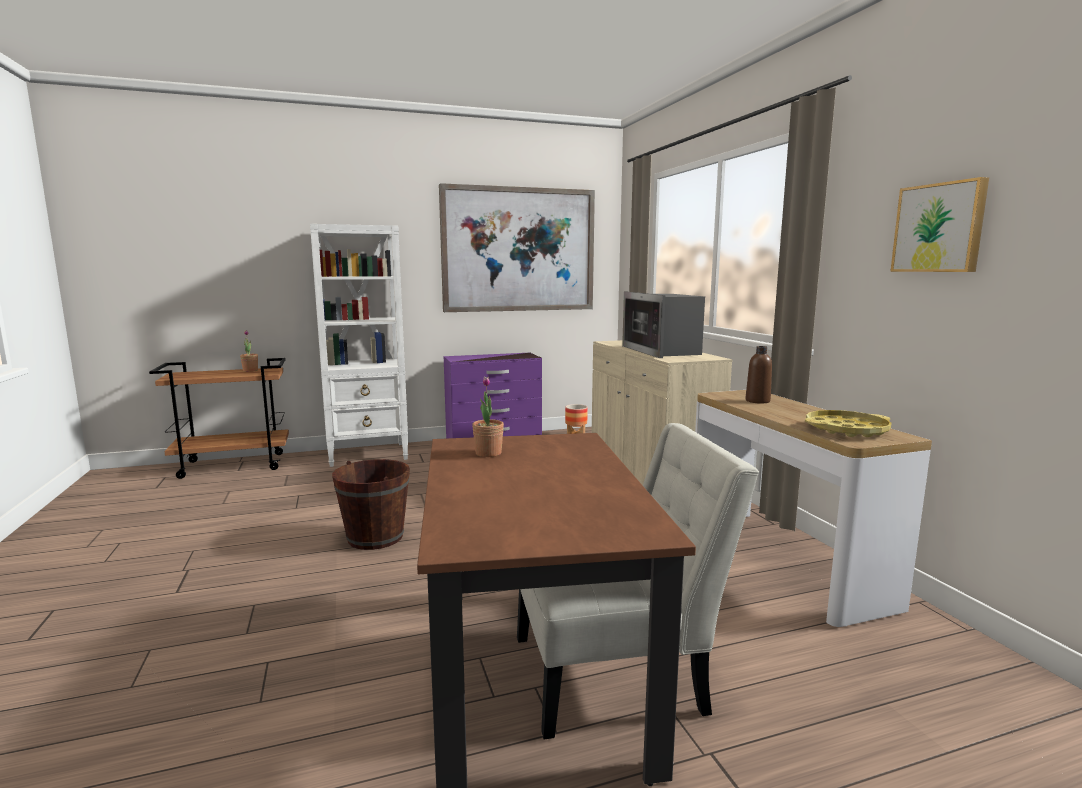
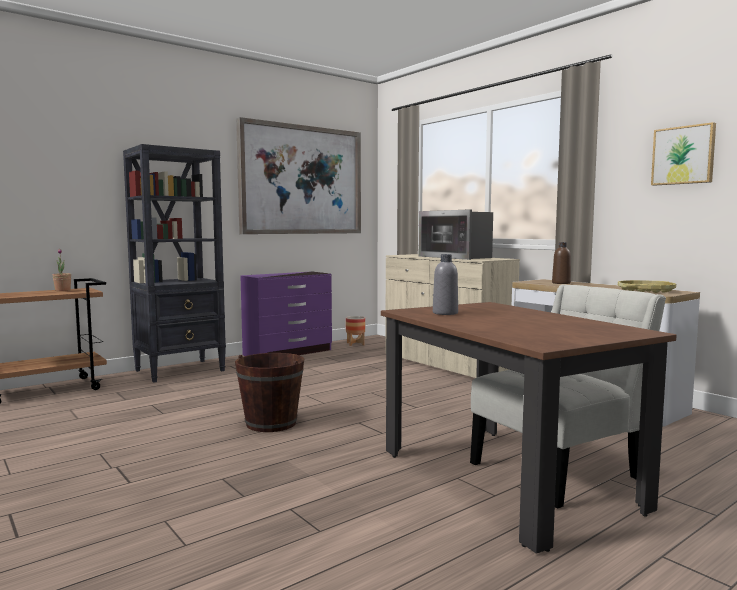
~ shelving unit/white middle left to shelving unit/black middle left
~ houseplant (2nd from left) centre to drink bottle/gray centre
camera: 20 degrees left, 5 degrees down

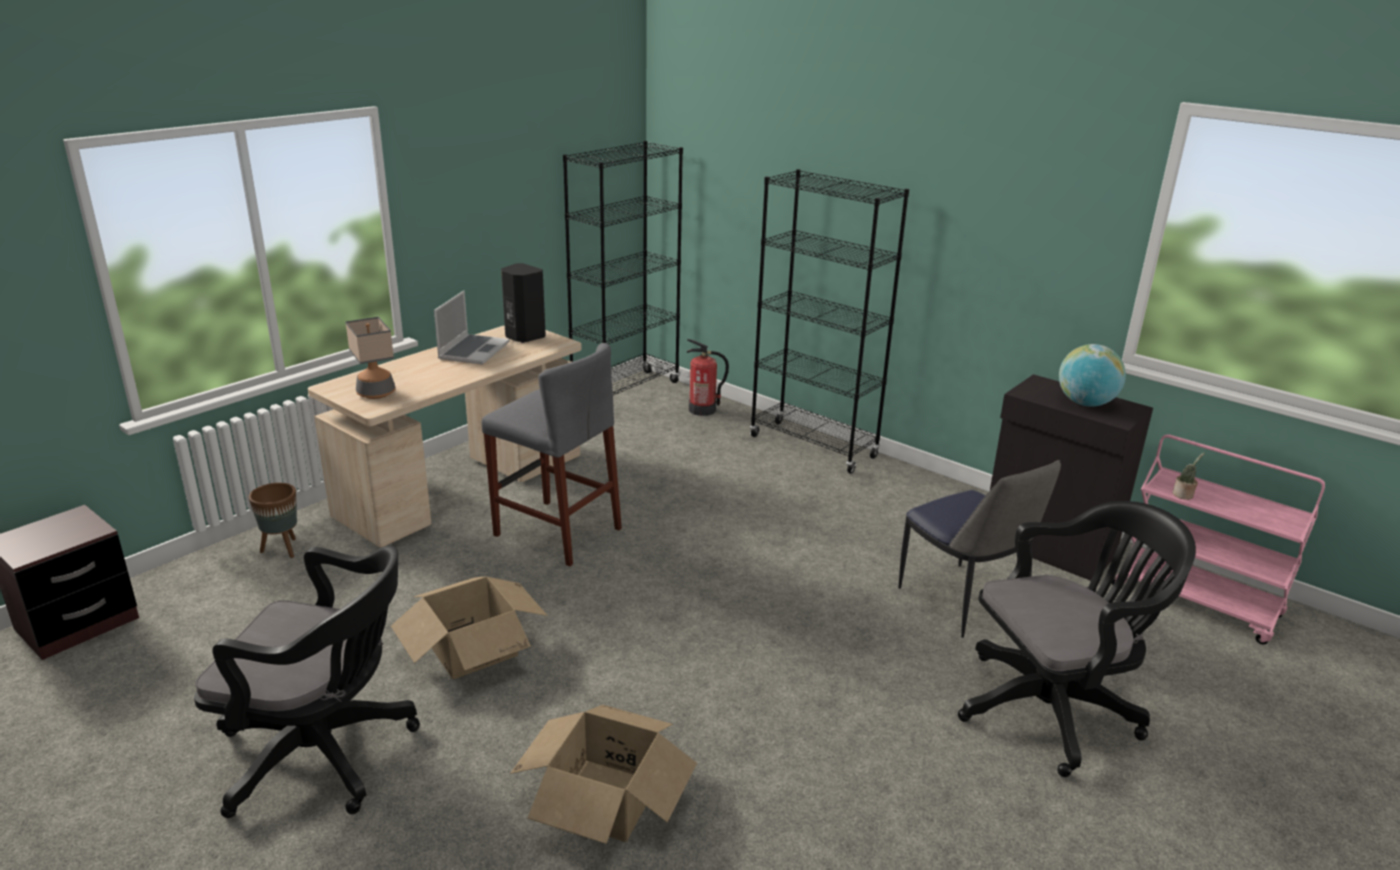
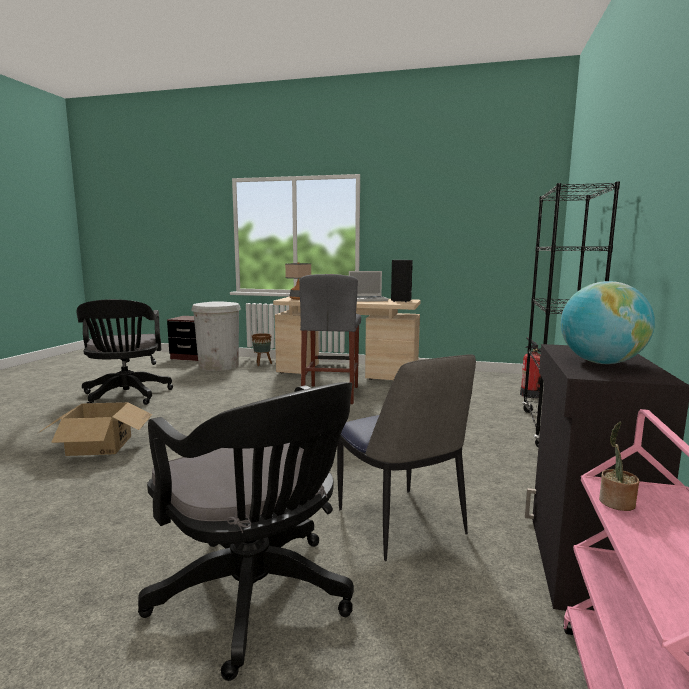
+ trash can/white middle left
~ plain chair middle right = centre 60 degrees counterclockwise
- cardboard box (1st from left) bottom centre
- shelving unit/black (1st from left) top centre
camera: 65 degrees right, 15 degrees down

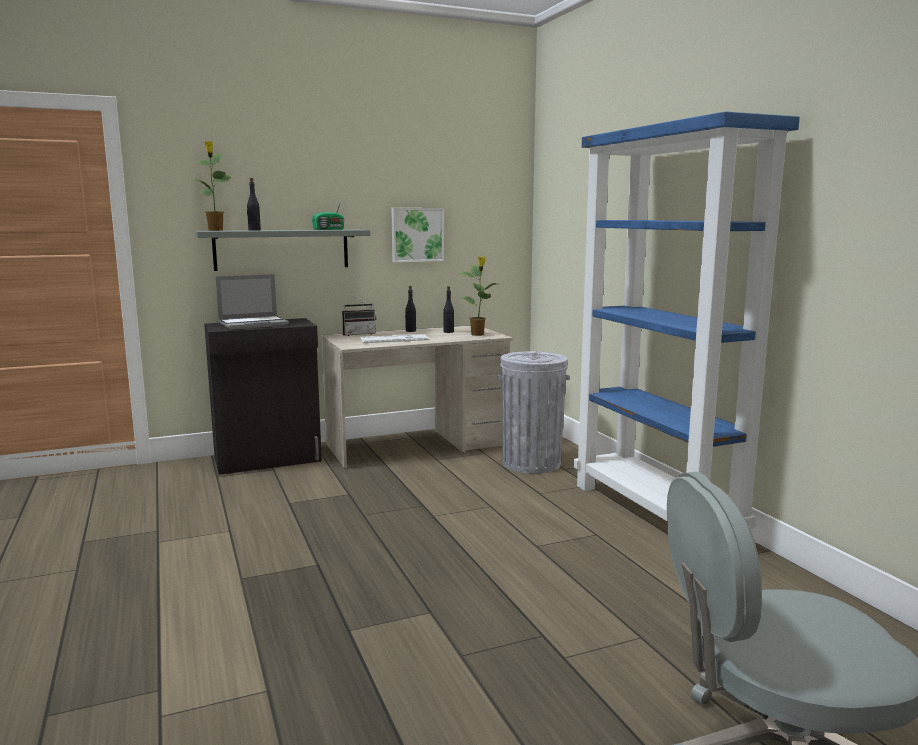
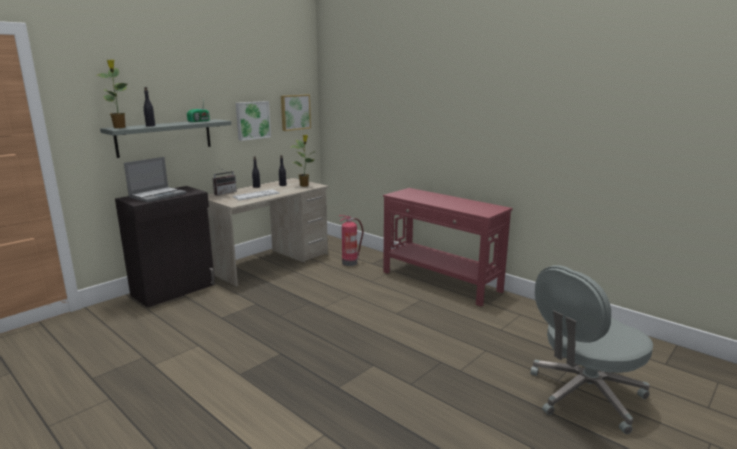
+ wall picture (2nd from left) top centre
~ trash can/gray centre to extinguisher centre
~ shelving unit/bluish middle right to hall table/reddish centre
camera: 25 degrees left, 5 degrees up

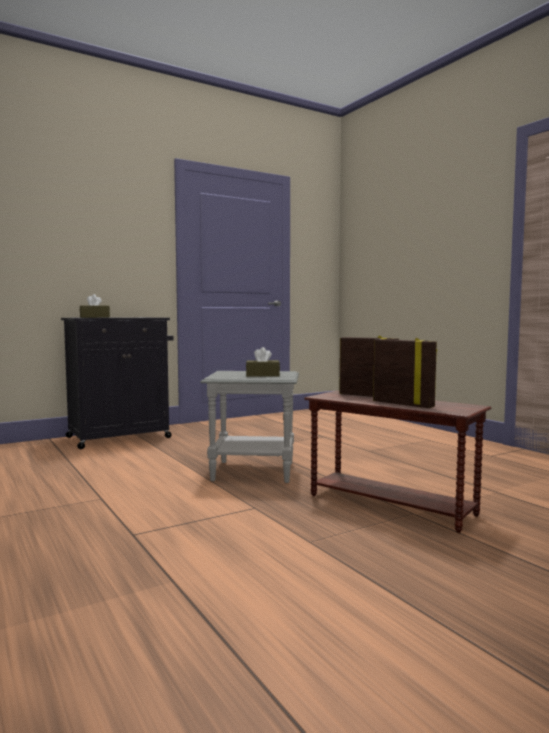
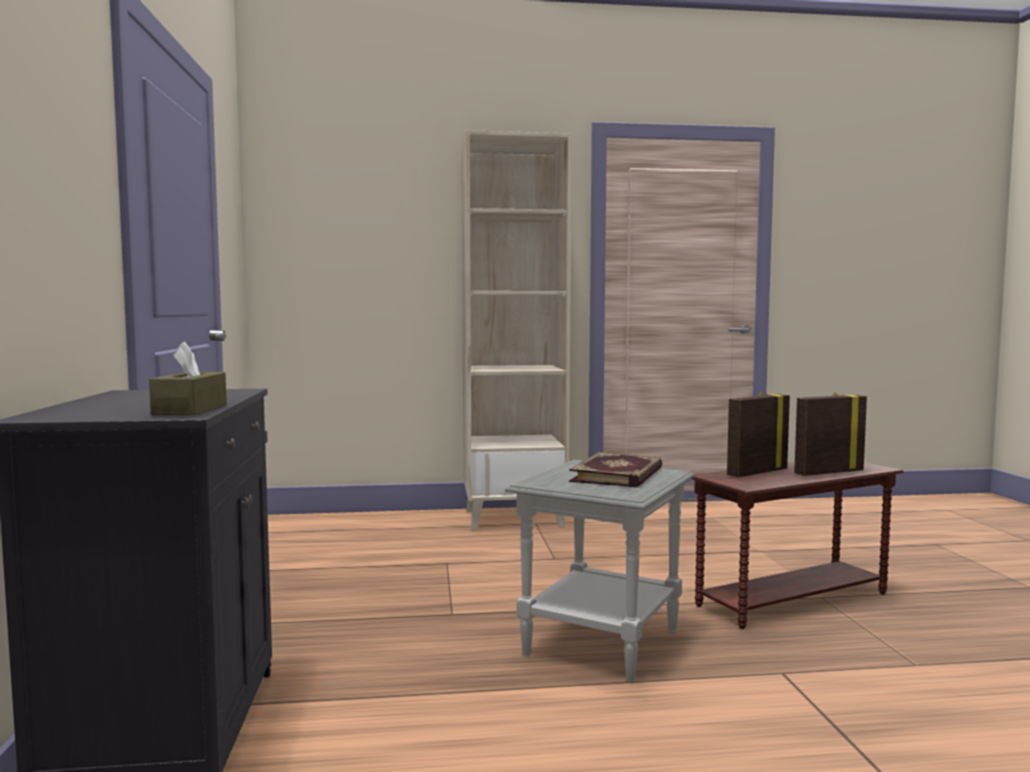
+ shelving unit/beige-coloured centre
~ tissue box/brown (2nd from left) centre to bound book centre
camera: 65 degrees left, 0 degrees up

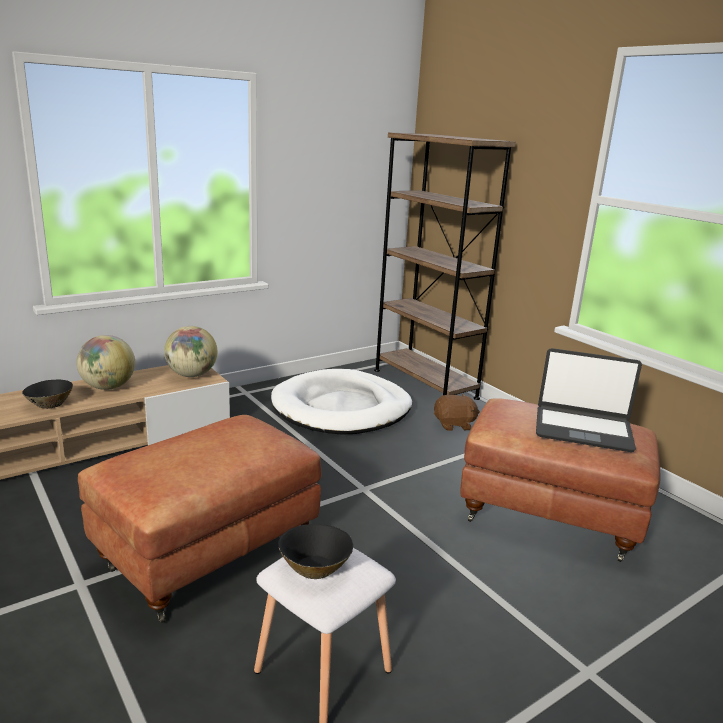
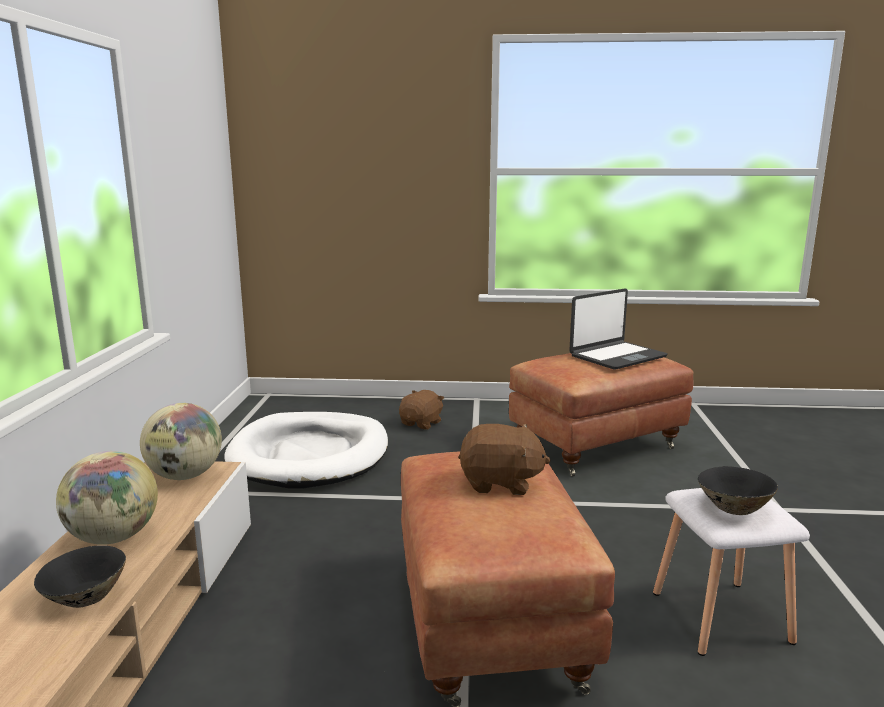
+ plush toy/brown (2nd from left) centre
- shelving unit/brown centre
camera: 50 degrees left, 5 degrees down

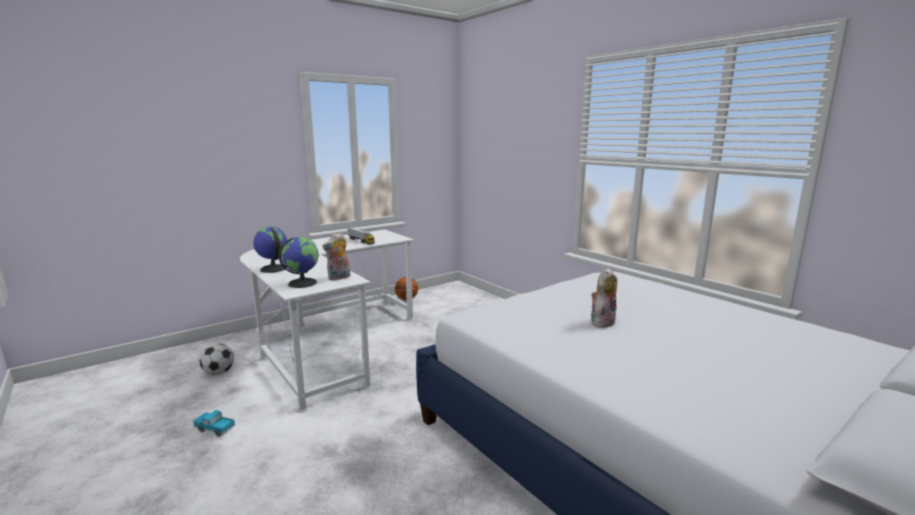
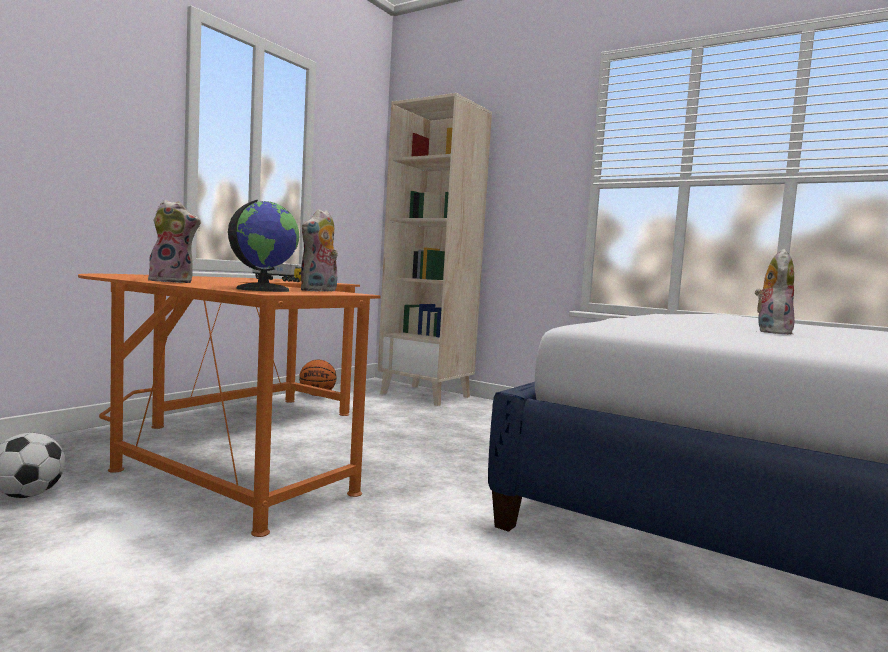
~ desk/white centre to desk/orange middle left
~ world globe (1st from left) middle left to plush toy (1st from left) middle left
+ shelving unit/beige-coloured centre
- toy lorry (1st from left) bottom left
camera: 20 degrees left, 10 degrees down

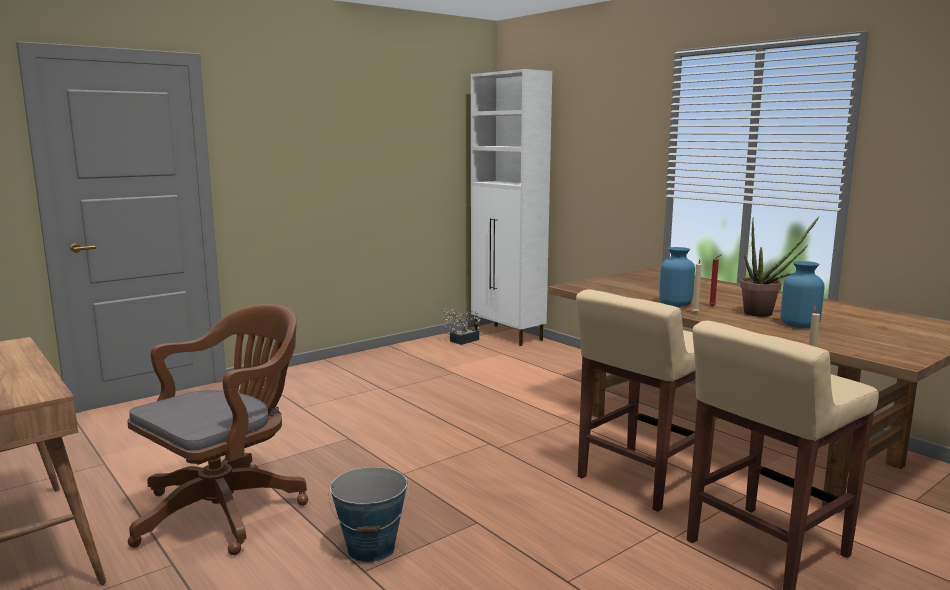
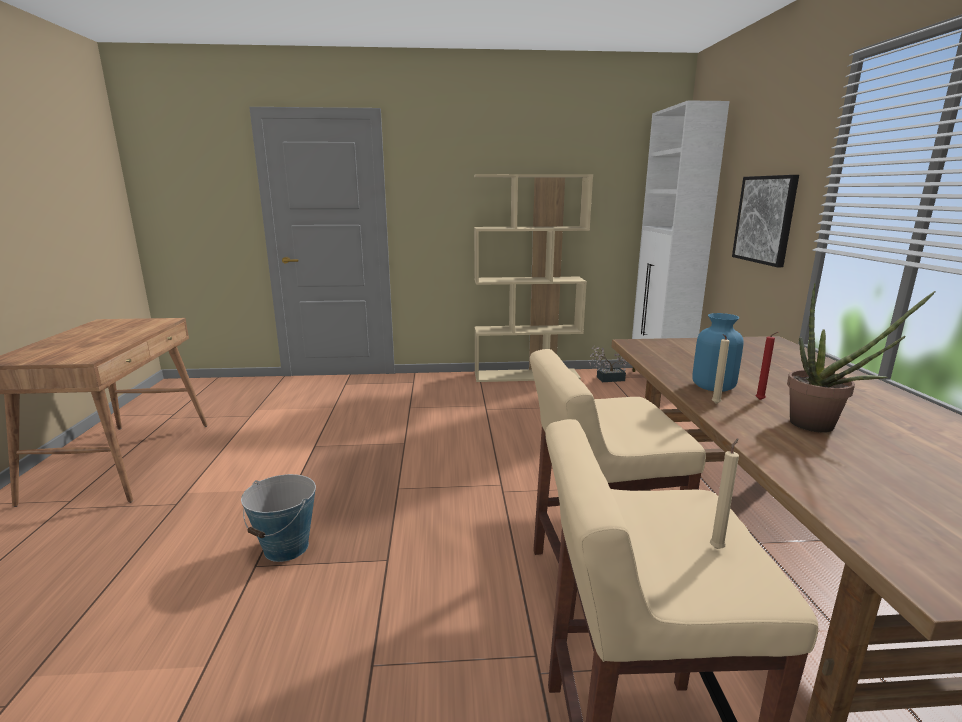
+ shelving unit/beige-coloured centre
+ wall picture top right
- computer chair/brown bottom left
- vase/bluish (2nd from left) middle right
camera: 35 degrees right, 5 degrees up

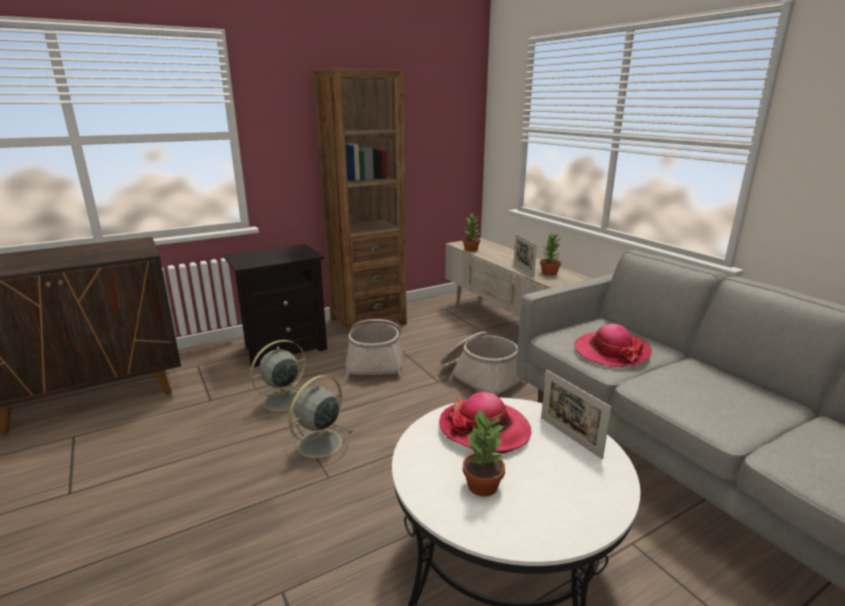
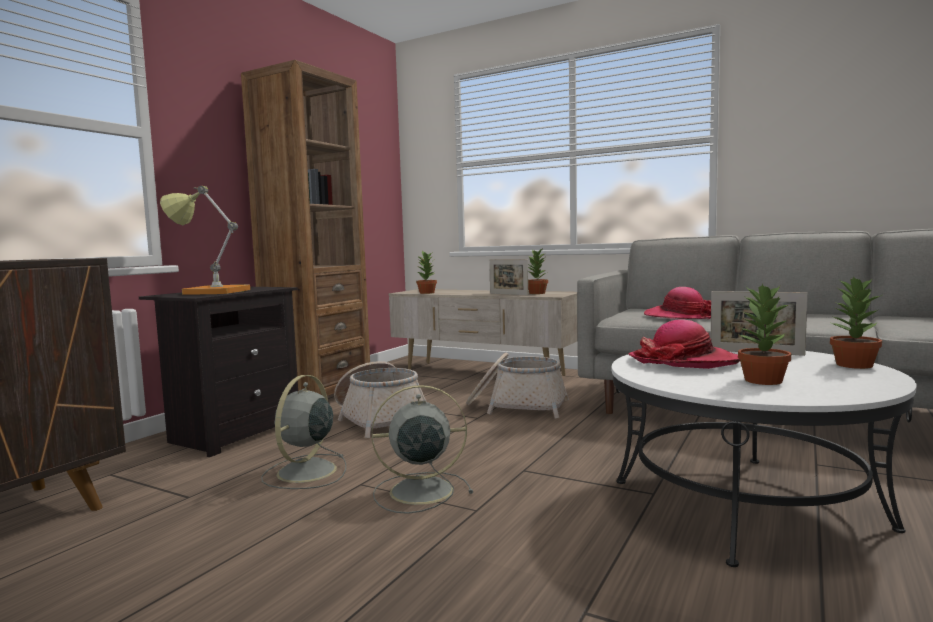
+ lamp for a table middle left
~ cooling fan/gray (2nd from left) bottom centre = bottom centre 75 degrees clockwise
+ houseplant (4th from left) middle right
camera: 30 degrees left, 15 degrees down

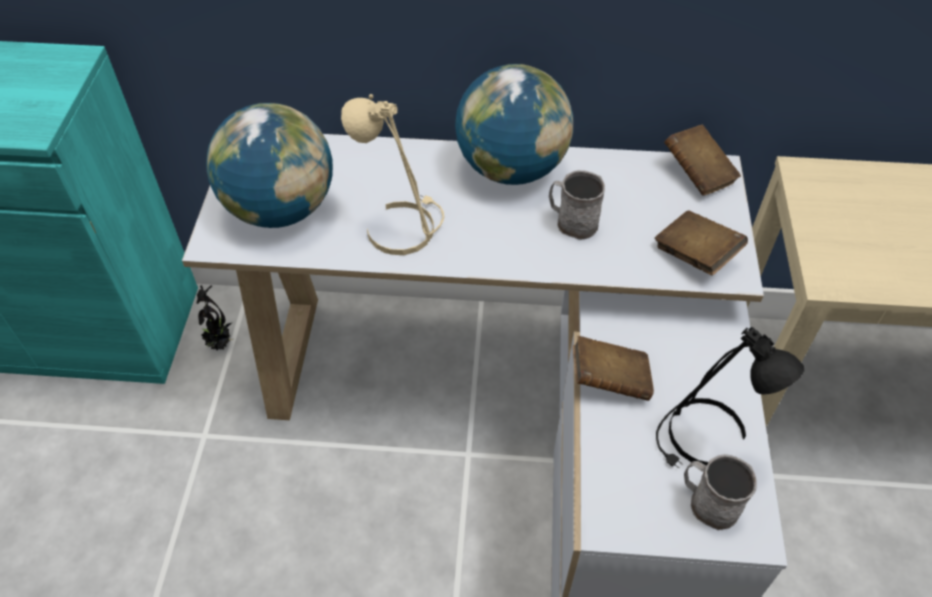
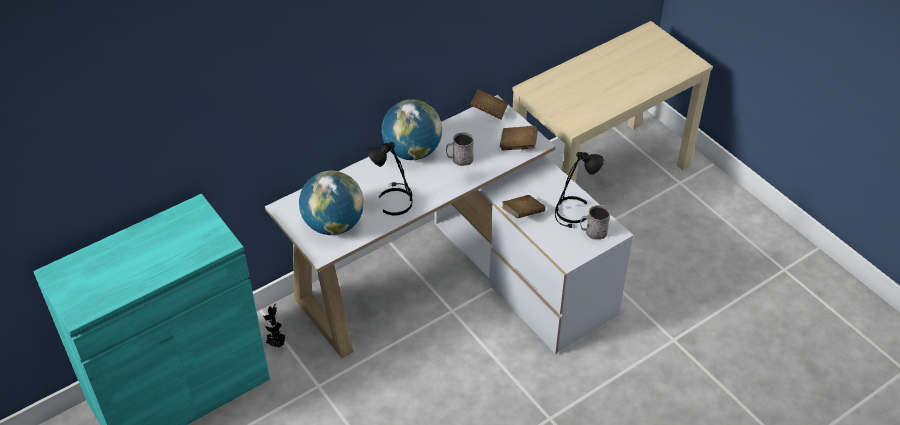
~ lamp for a table/beige-coloured top centre to lamp for a table/black (1st from left) centre
camera: 40 degrees left, 5 degrees down

